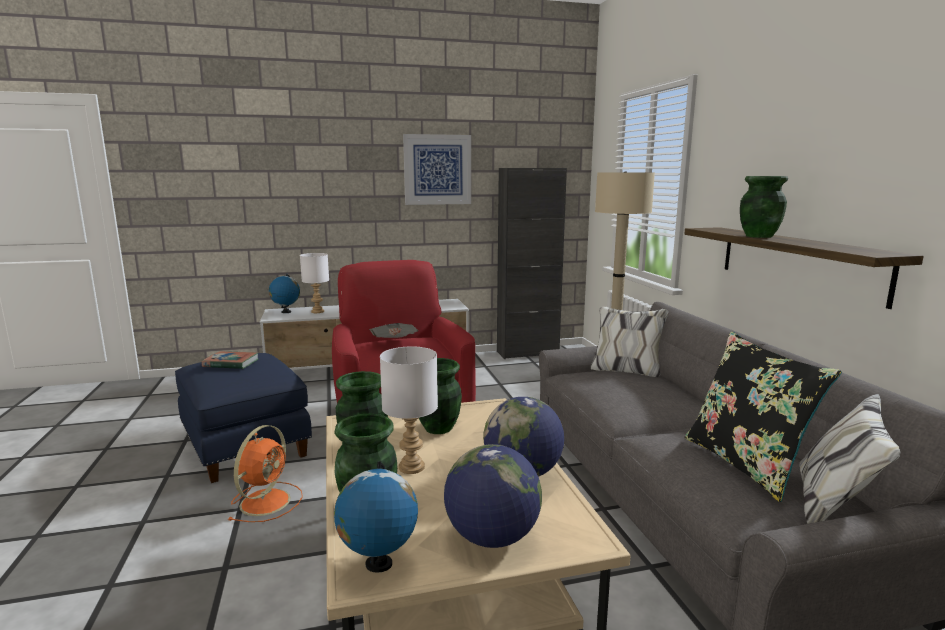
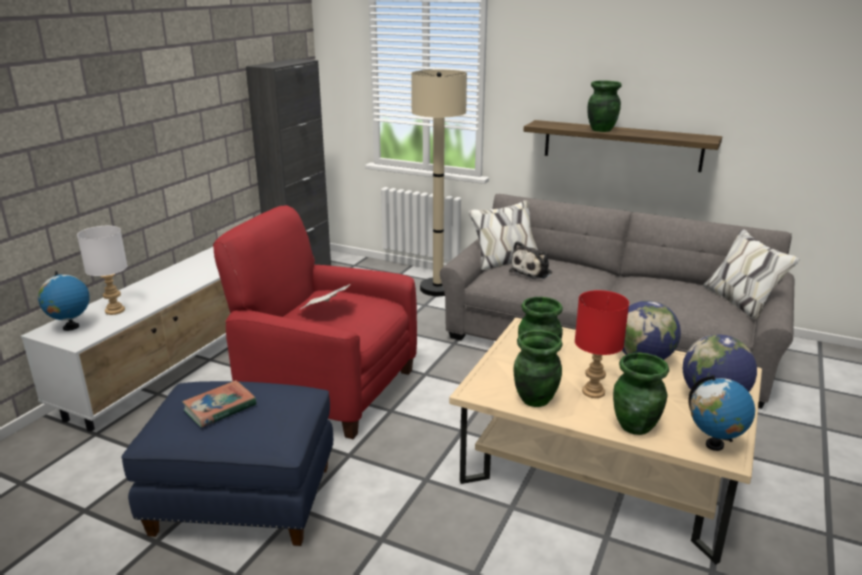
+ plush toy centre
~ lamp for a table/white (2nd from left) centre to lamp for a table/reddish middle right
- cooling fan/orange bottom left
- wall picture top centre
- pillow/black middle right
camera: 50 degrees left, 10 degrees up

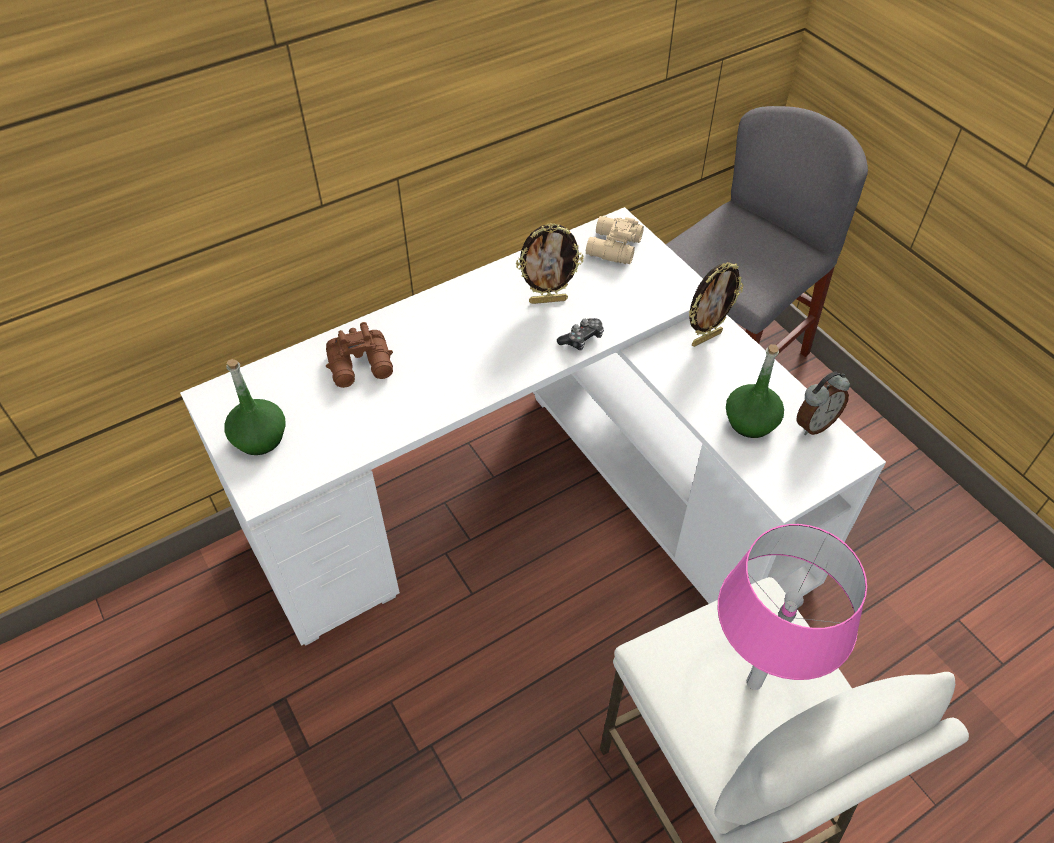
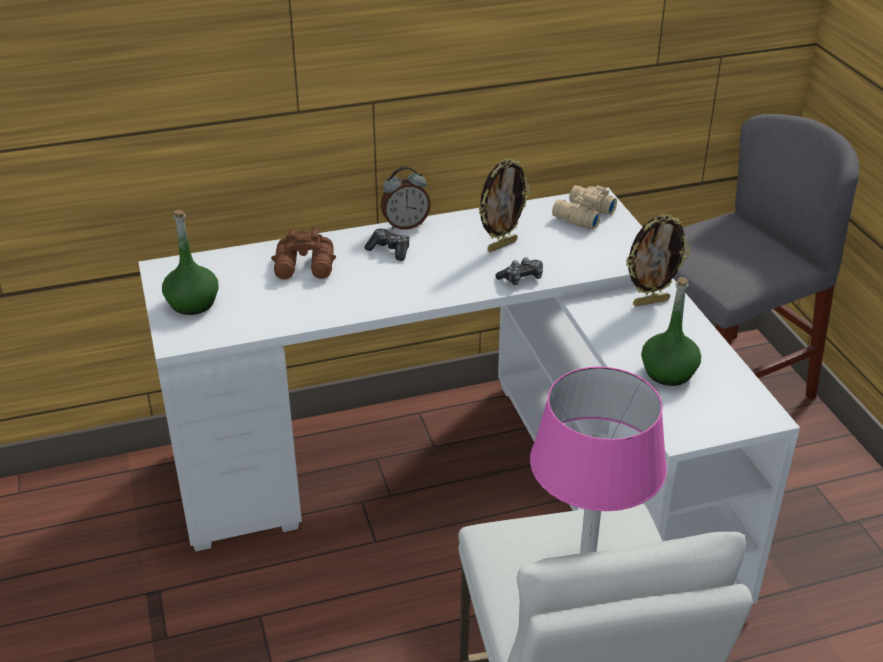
+ gamepad (1st from left) centre
~ bedside clock middle right to top centre
~ photo frame (1st from left) top centre = top centre 45 degrees counterclockwise
camera: 15 degrees right, 15 degrees down

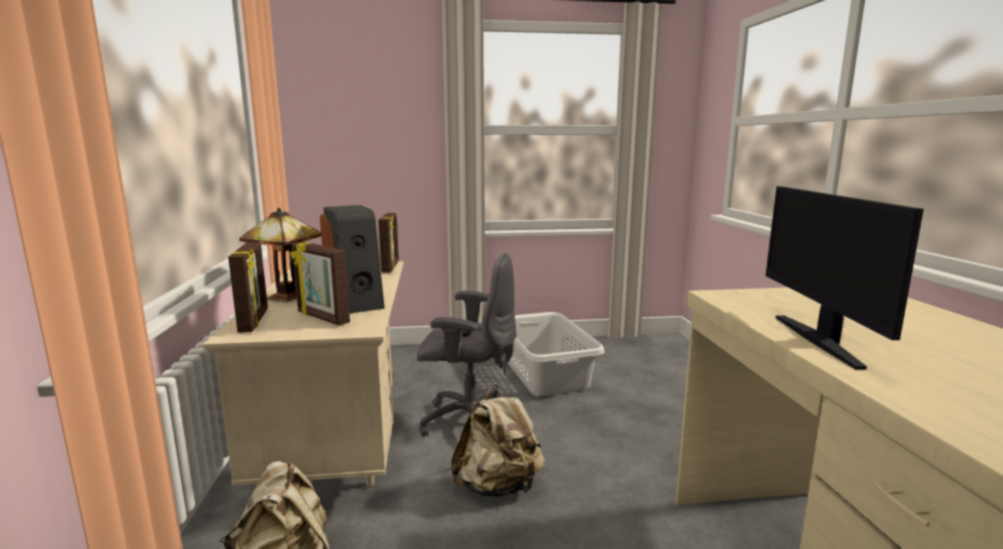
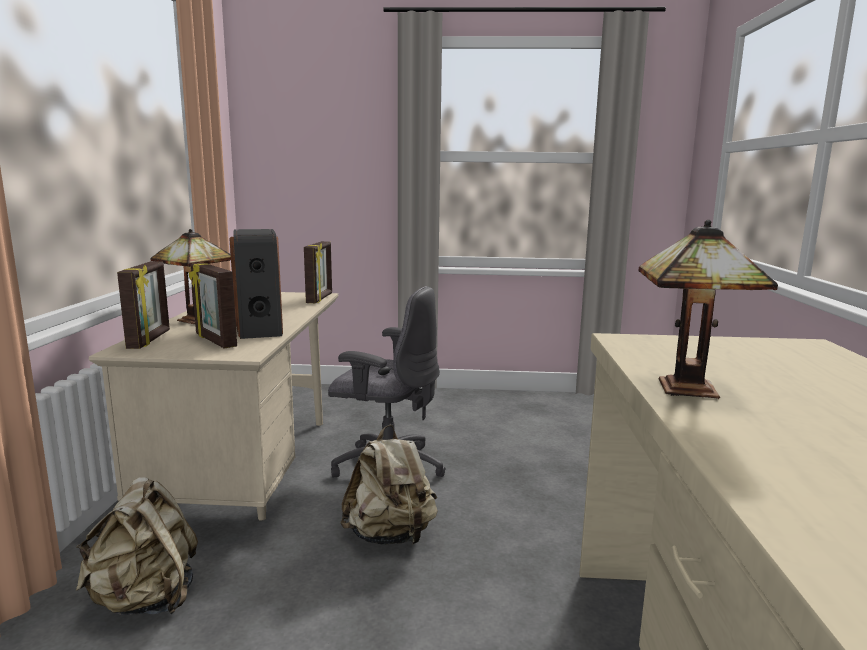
~ computer screen middle right to lamp for a table (2nd from left) middle right
- laundry basket/gray centre
camera: 10 degrees right, 0 degrees up

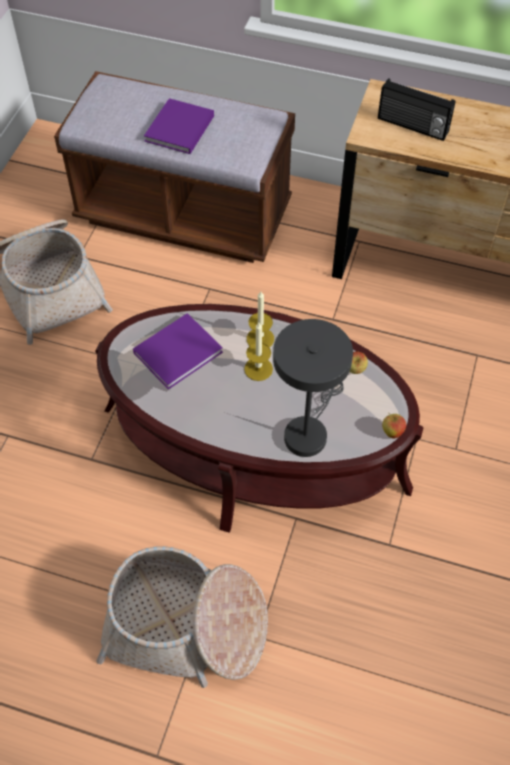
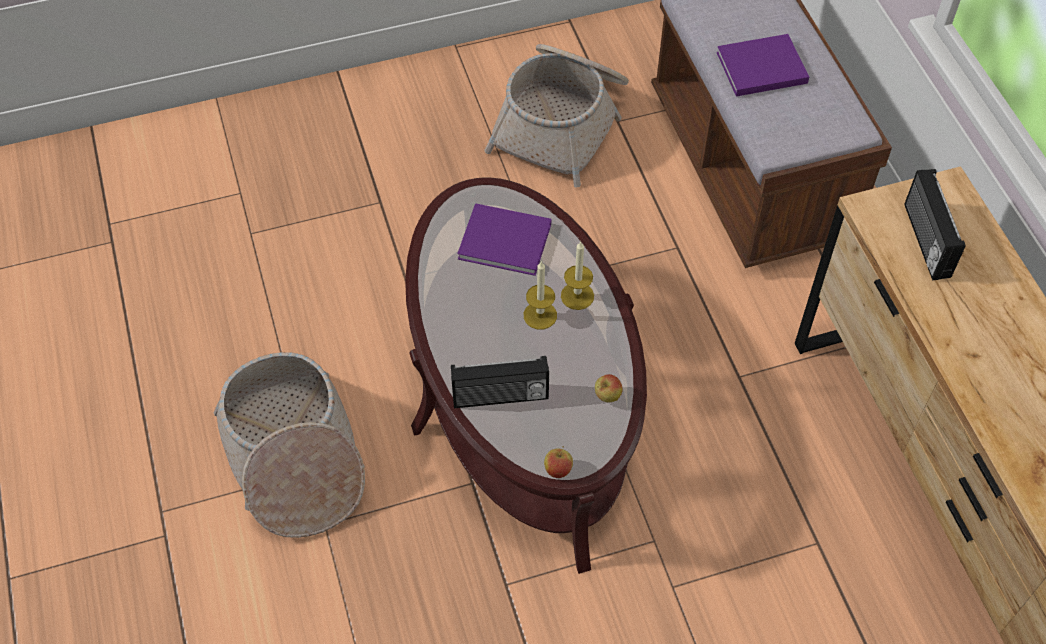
~ lamp for a table/gray centre to radio receiver (1st from left) centre
camera: 55 degrees right, 0 degrees up

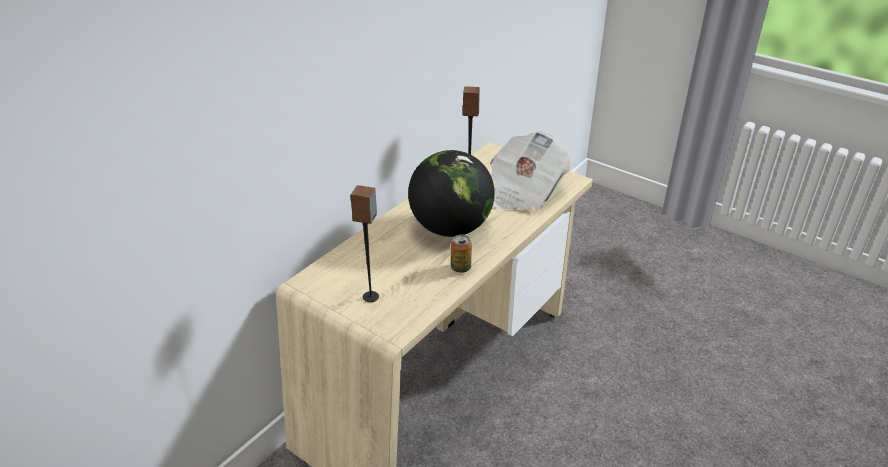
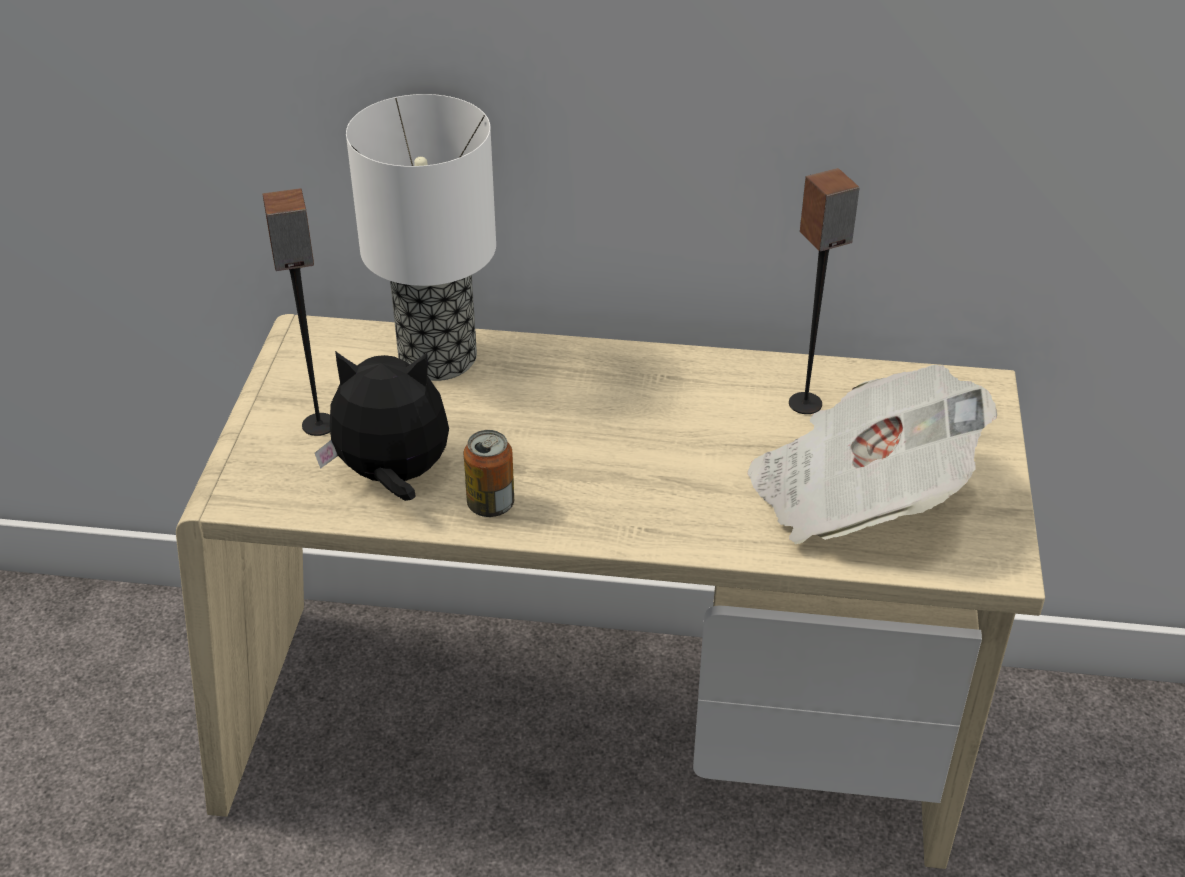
+ plush toy middle left
+ lamp for a table top centre
- world globe centre
camera: 60 degrees right, 5 degrees up

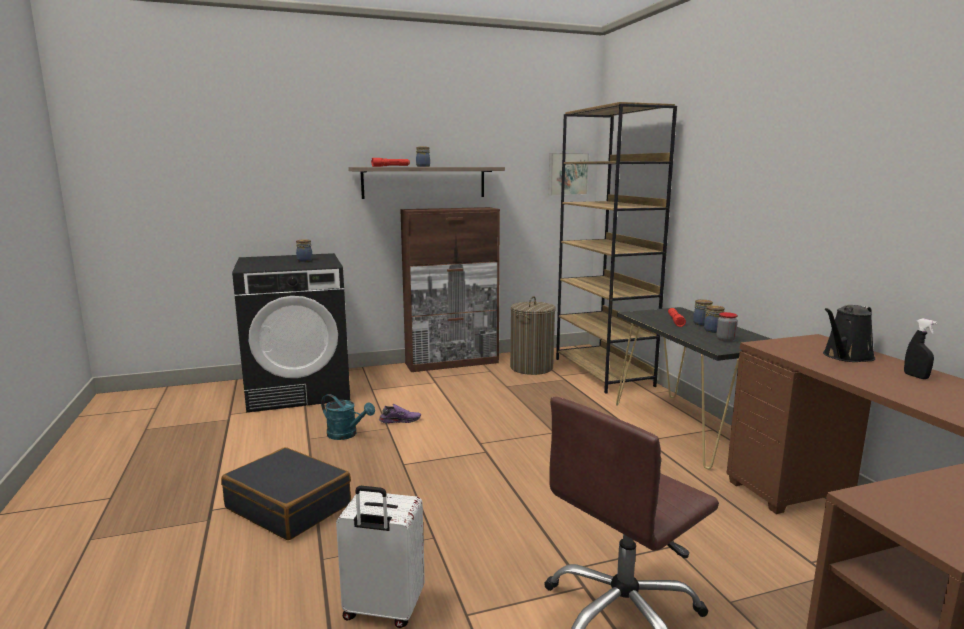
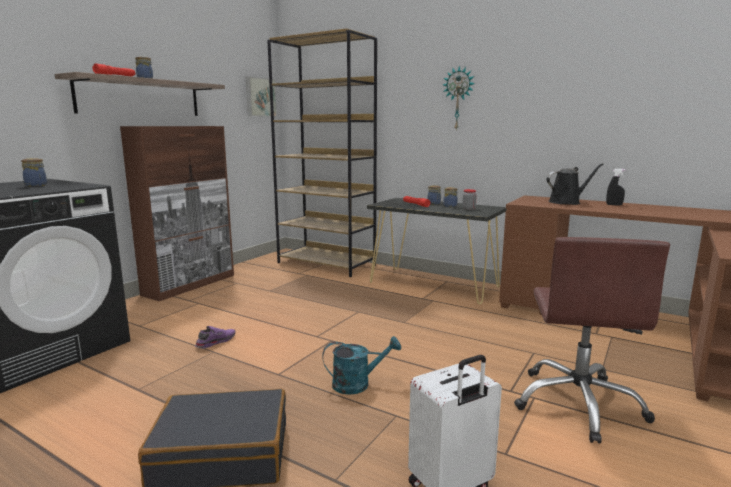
~ watering can/blue-green centre to bottom centre
+ hanging clock top centre
~ watering can/black middle right = middle right 120 degrees counterclockwise
- laundry basket centre
camera: 40 degrees left, 0 degrees up

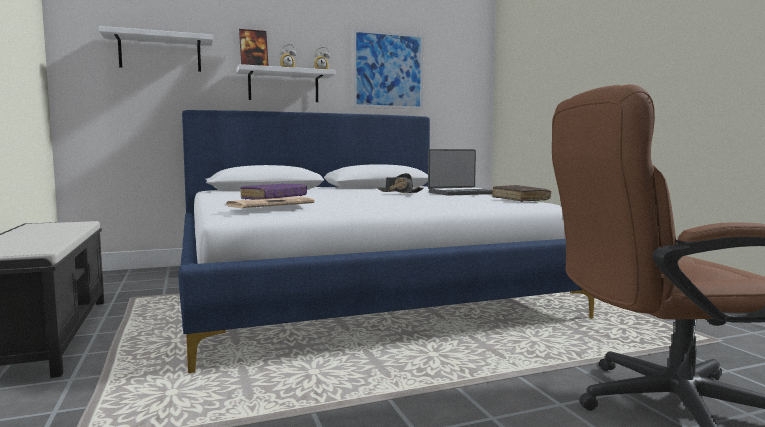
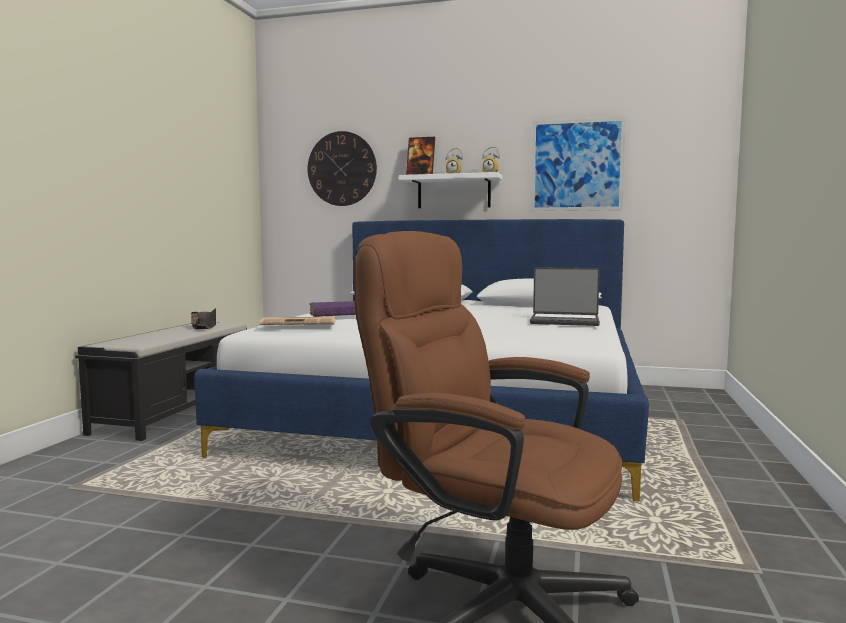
~ wearable hat/black centre to middle left
~ wall shelf/white (1st from left) top left to hanging clock top centre
- bound book/brown middle right
camera: 35 degrees right, 0 degrees up

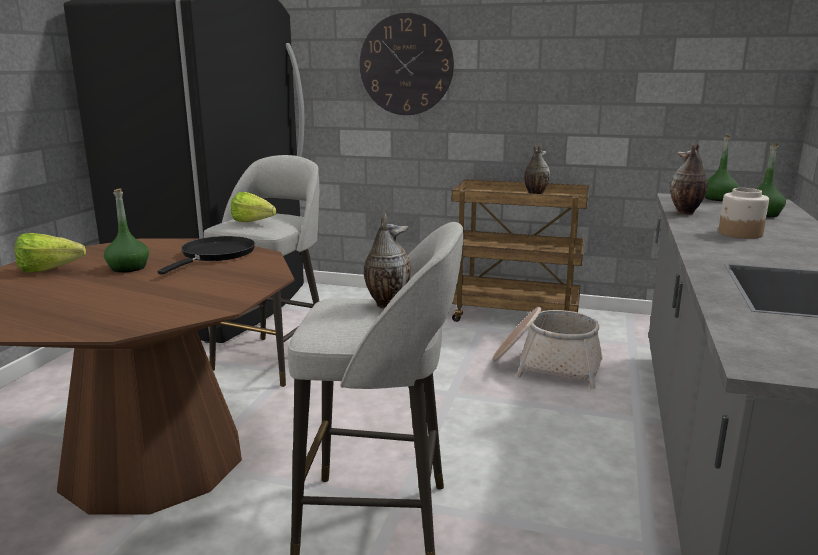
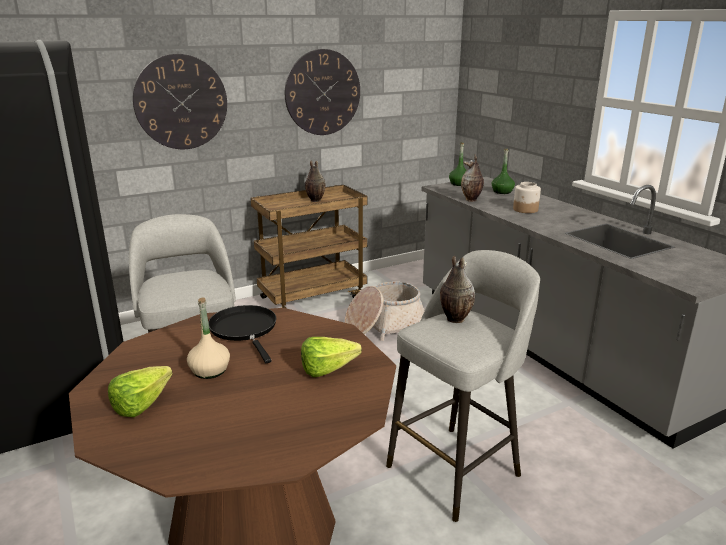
~ drink bottle/greenish (1st from left) middle left to drink bottle/beige-coloured middle left
+ hanging clock (2nd from left) top centre
~ lettuce (2nd from left) middle left to centre
camera: 45 degrees left, 5 degrees up

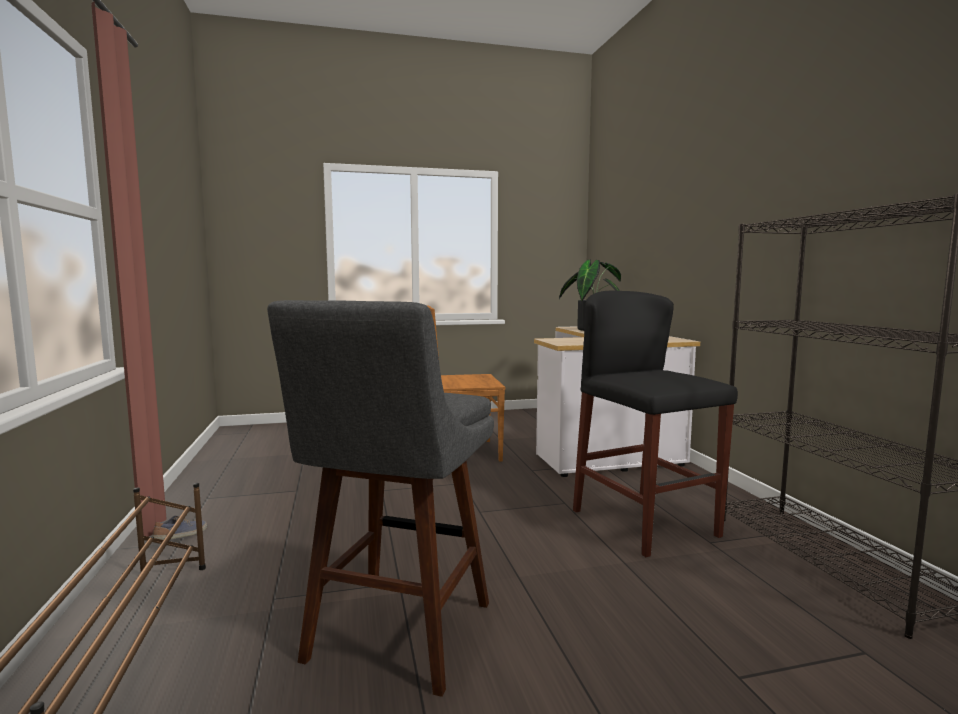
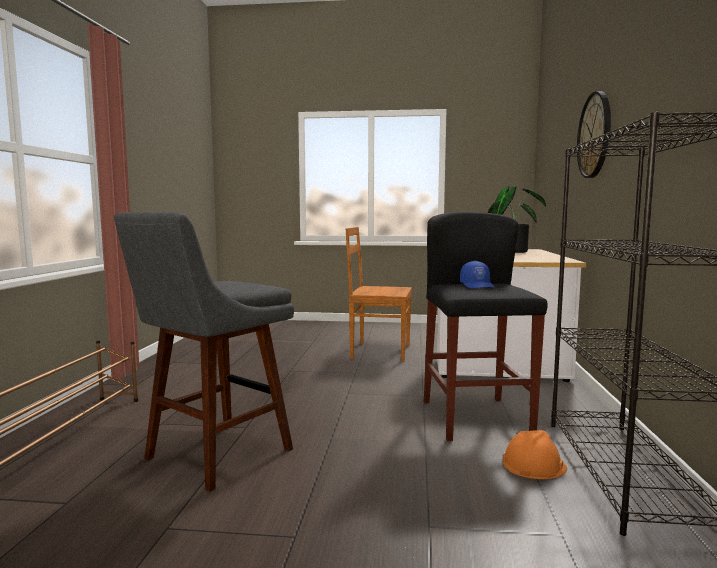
+ cap/bluish centre
+ safety helmet/orange bottom right
+ hanging clock top right
- shoe bottom left
camera: 20 degrees right, 0 degrees up

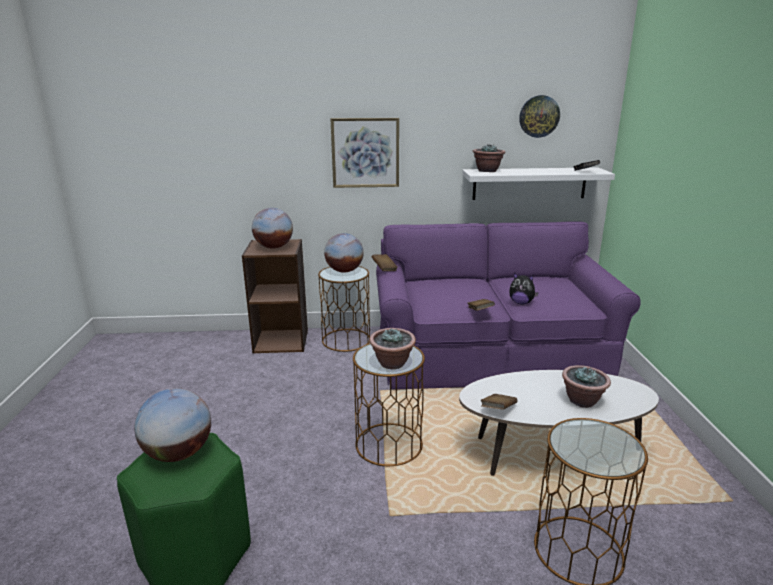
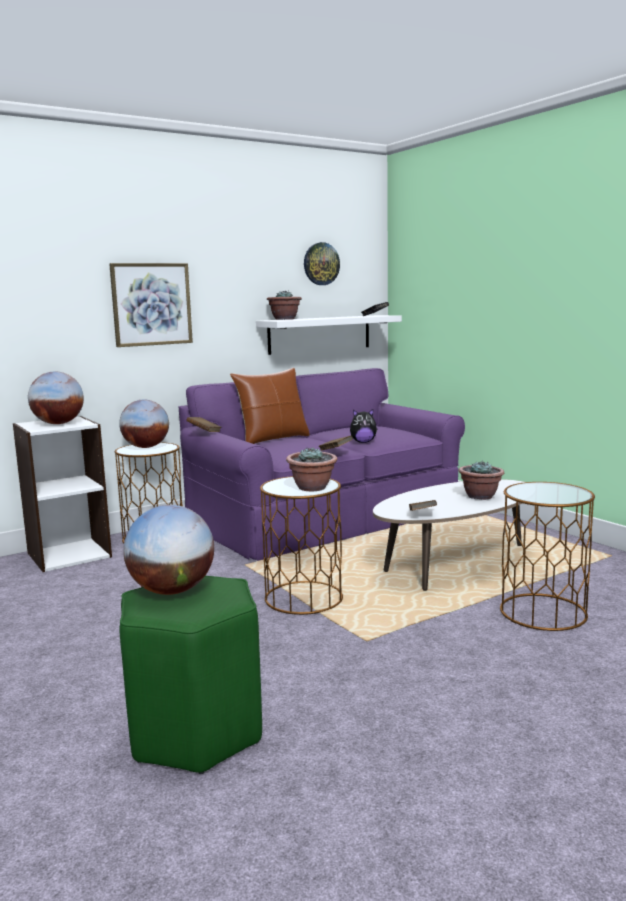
~ shelving unit/brown centre to shelving unit/white middle left
+ pillow/brown centre
camera: 30 degrees left, 10 degrees down

